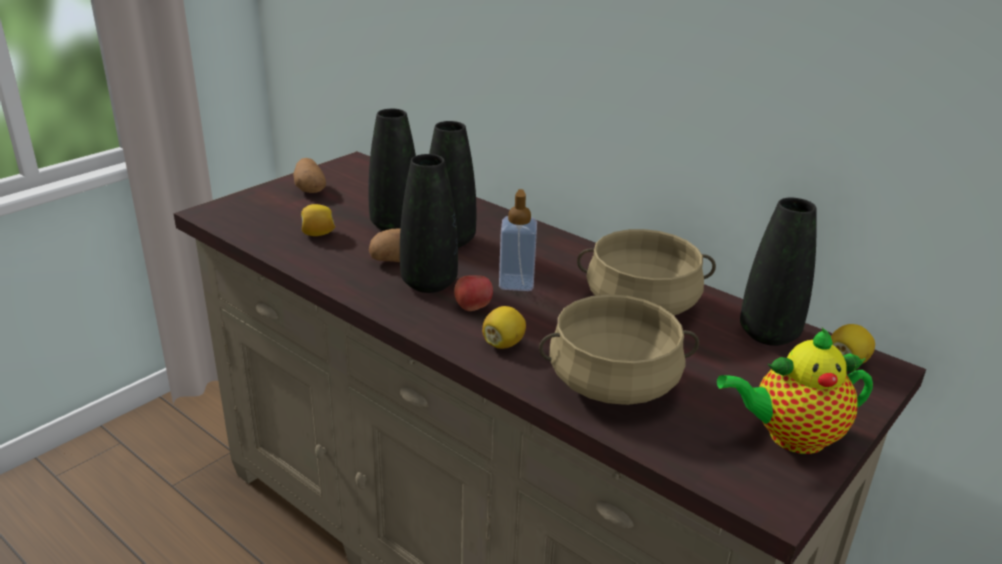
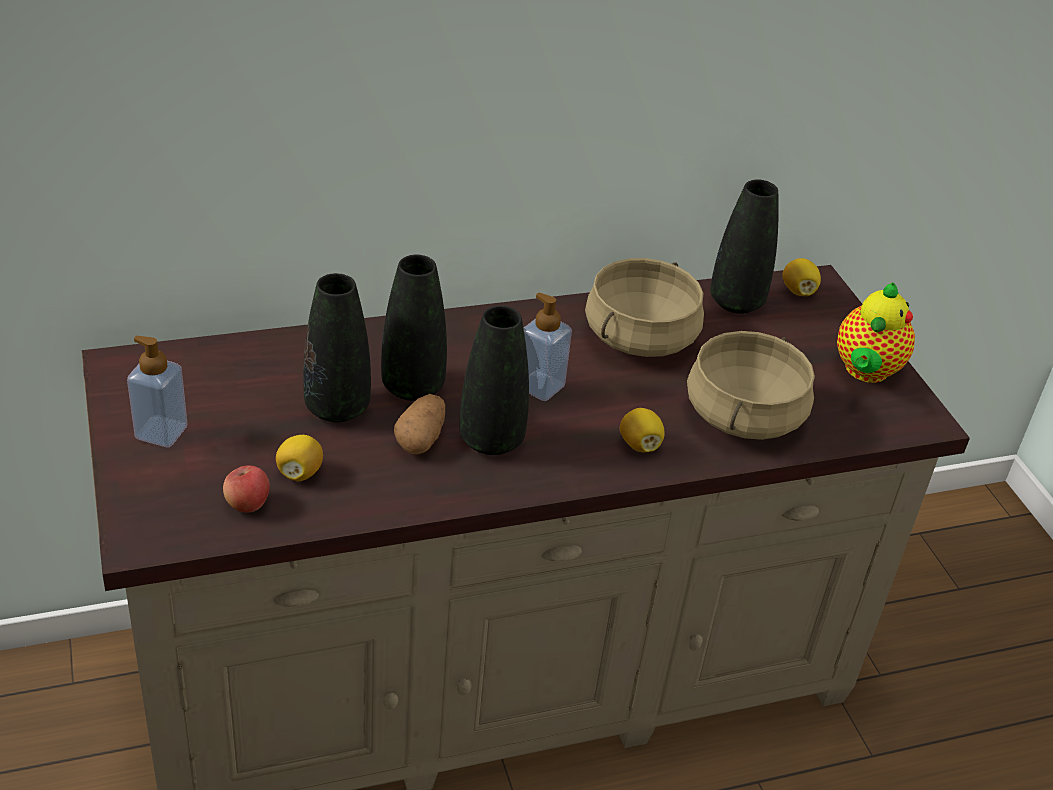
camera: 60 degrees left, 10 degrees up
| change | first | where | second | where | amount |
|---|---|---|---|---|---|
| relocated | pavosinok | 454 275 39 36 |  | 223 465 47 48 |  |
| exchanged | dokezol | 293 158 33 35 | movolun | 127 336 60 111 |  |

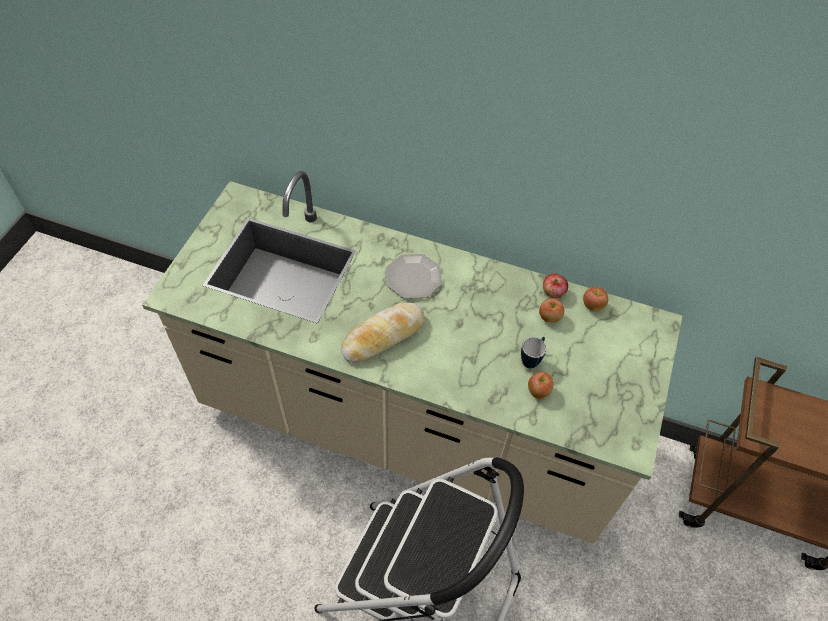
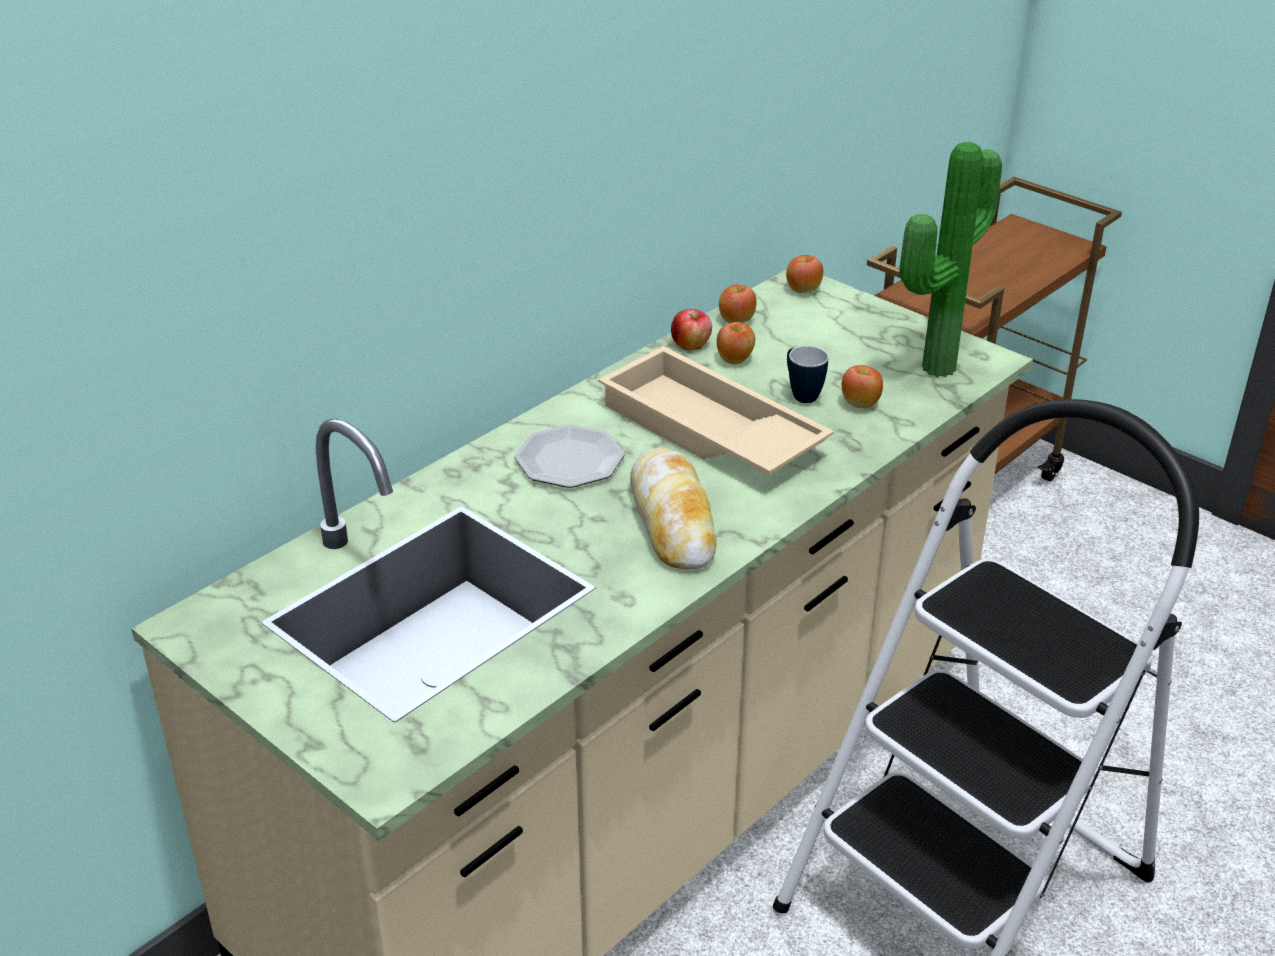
camera: 65 degrees left, 20 degrees down
| change | first | where | second | where | amount |
|---|---|---|---|---|---|
| appeared |  |  | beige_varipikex | 598 346 236 130 |  |
| appeared |  |  | pavosinok | 786 255 37 38 |  |
| appeared |  |  | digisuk | 899 142 103 235 |  |

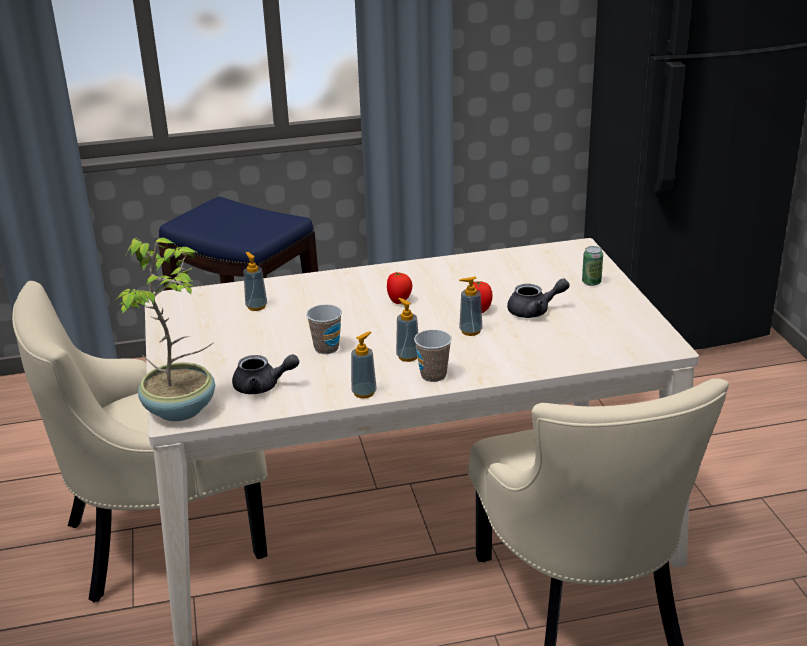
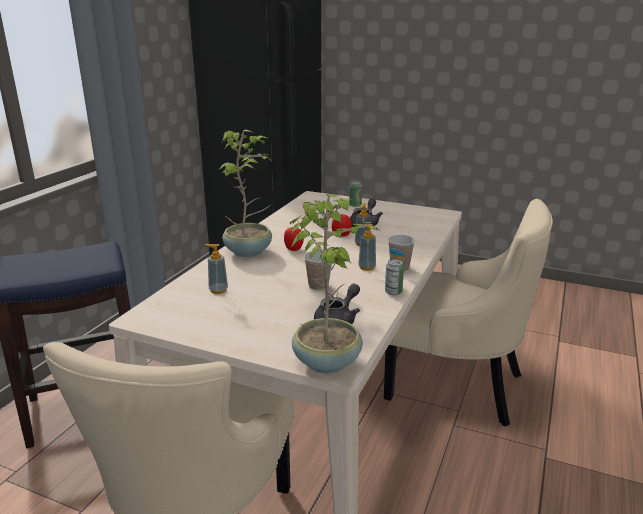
camera: 55 degrees left, 5 degrees down
| change | first | where | second | where | amount |
|---|---|---|---|---|---|
| appeared |  |  | digisuk | 217 130 55 127 |  |
| exchanged | movolun | 351 332 26 67 | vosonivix | 385 259 19 36 |  |

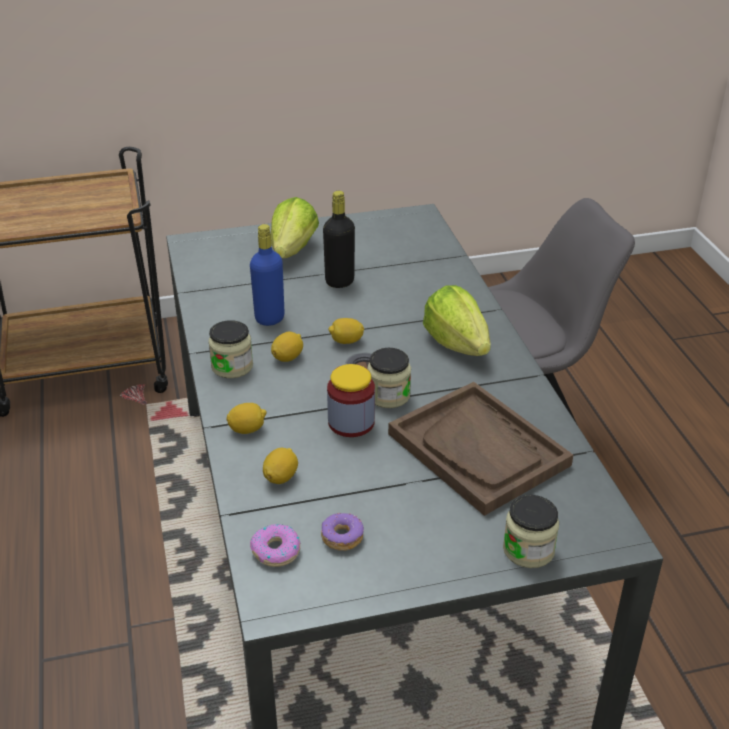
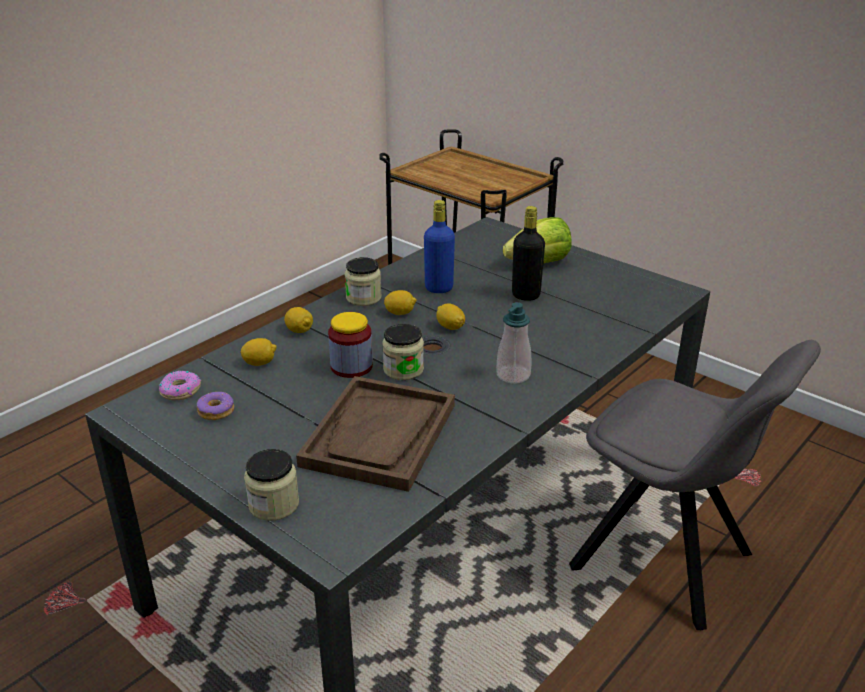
camera: 55 degrees right, 5 degrees down
| change | first | where | second | where | amount |
|---|---|---|---|---|---|
| exchanged | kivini | 423 285 68 71 | movolun | 496 302 35 81 |  |

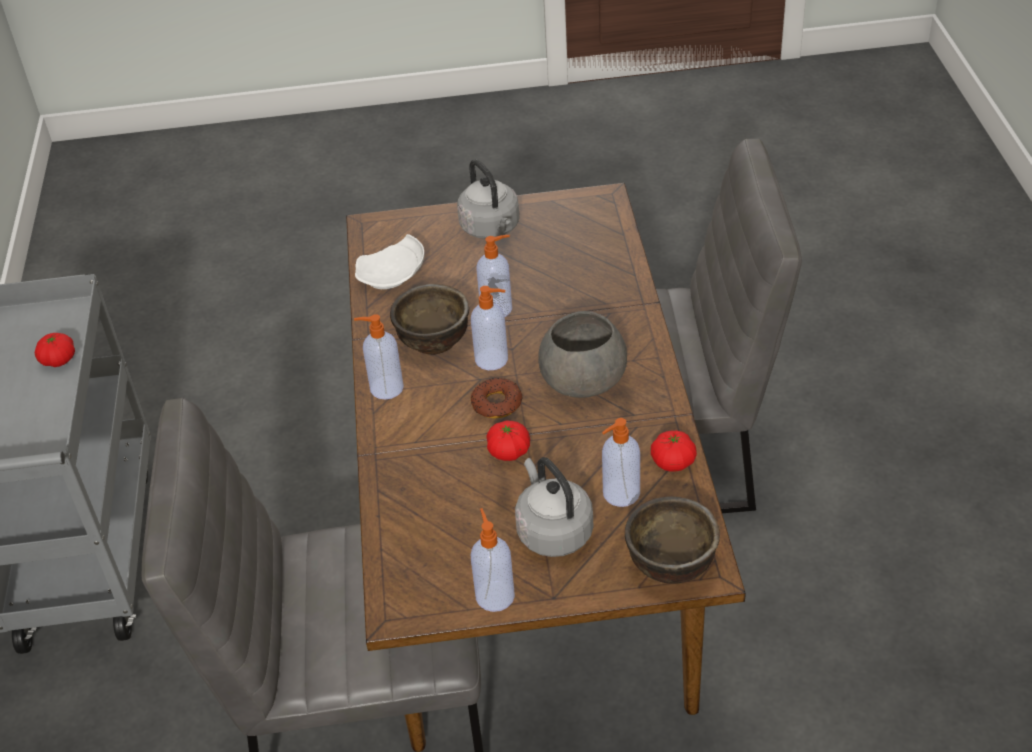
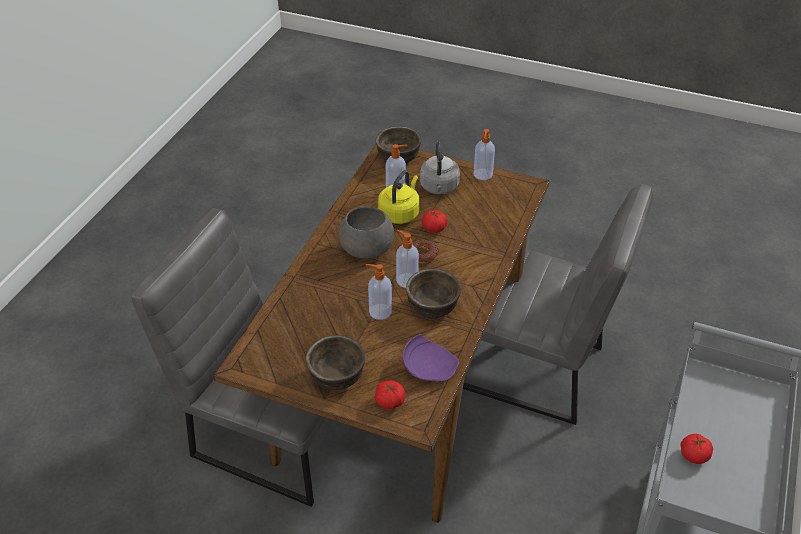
camera: 155 degrees left, 0 degrees up
| change | first | where | second | where | amount |
|---|---|---|---|---|---|
| missing | movolun | 354 314 50 86 |  |  |  |
| appeared |  |  | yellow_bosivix | 378 170 42 54 |  |
| relocated | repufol | 651 430 46 42 |  | 375 380 30 29 |  |
| exchanged | grey_bosivix | 457 159 63 80 | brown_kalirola | 306 335 59 55 |  |
| colour | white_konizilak | 355 234 70 55 | purple_konizilak | 403 334 57 47 |  |

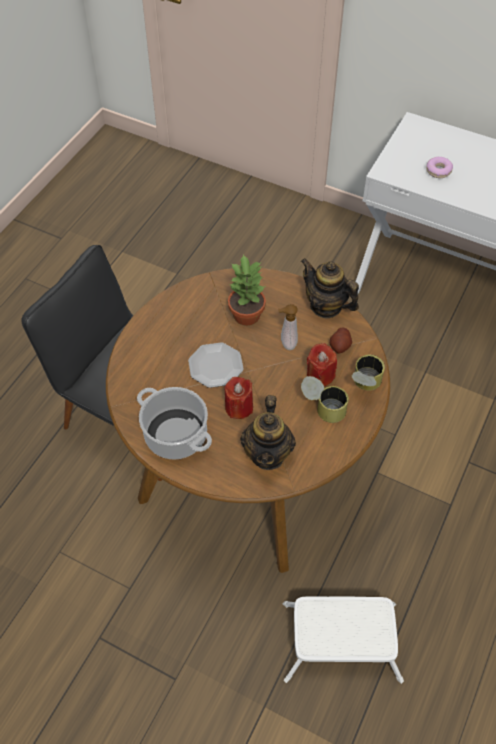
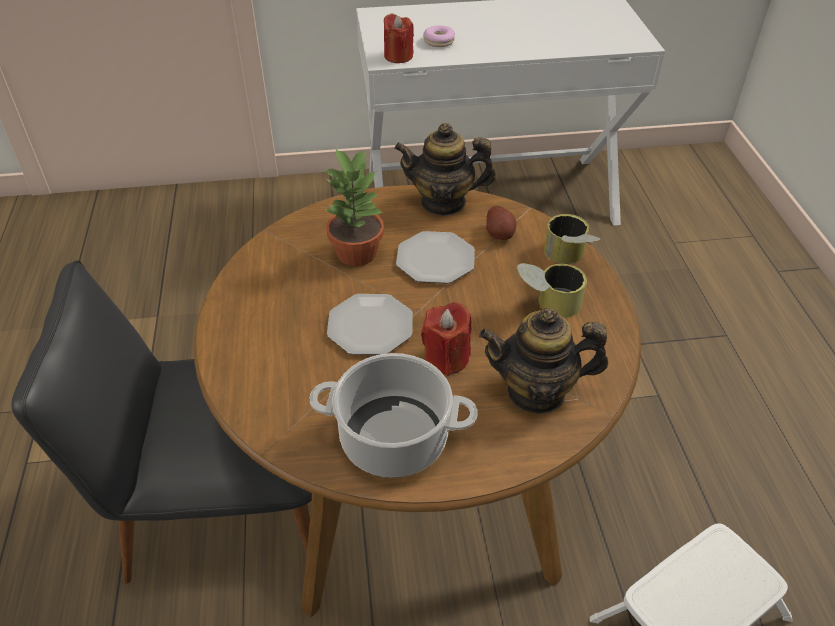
camera: 35 degrees left, 10 degrees down
| change | first | where | second | where | amount |
|---|---|---|---|---|---|
| relocated | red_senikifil | 307 343 30 43 |  | 383 14 31 49 |  |
| exchanged | movolun | 278 304 20 46 | konizilak | 396 231 79 53 |  |
| spun | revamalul | 240 395 56 75 |  | 479 307 129 107 | 120 degrees clockwise |

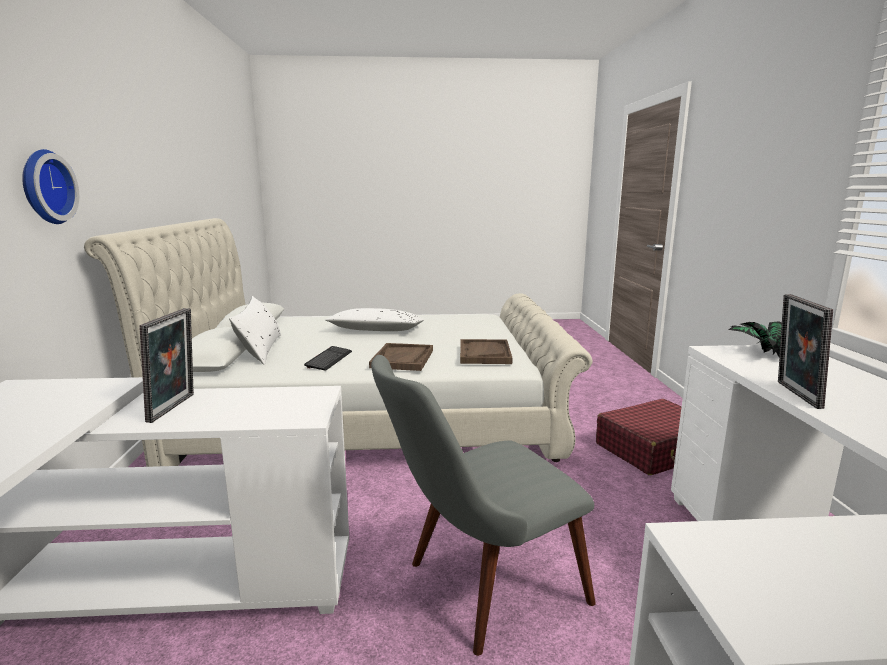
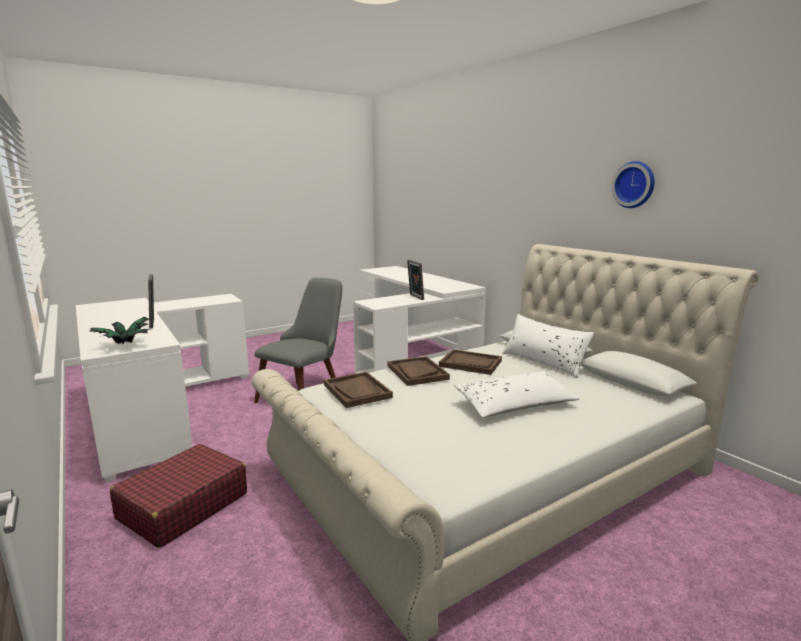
camera: 150 degrees right, 0 degrees up
| change | first | where | second | where | amount |
|---|---|---|---|---|---|
| relocated | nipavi | 22 149 57 75 |  | 611 161 44 47 |  |
| exchanged | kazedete | 304 346 48 25 | brown_varipikex | 439 349 63 26 |  |

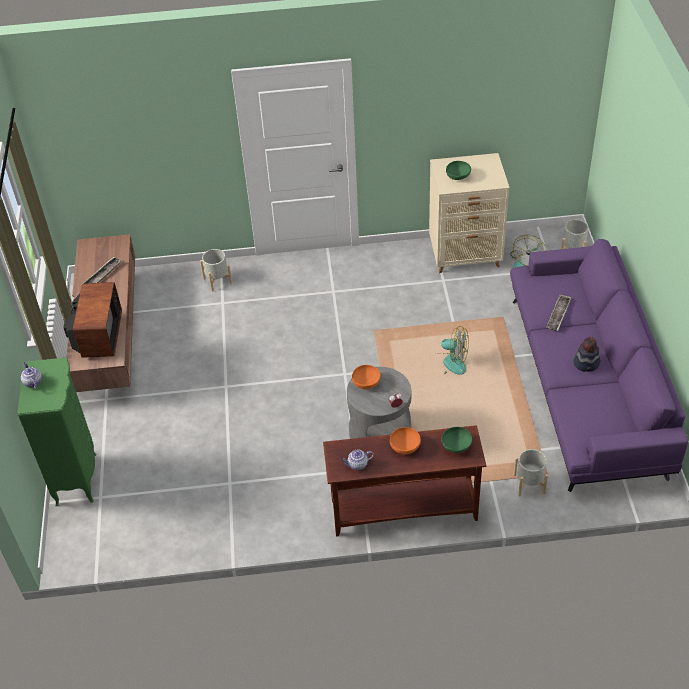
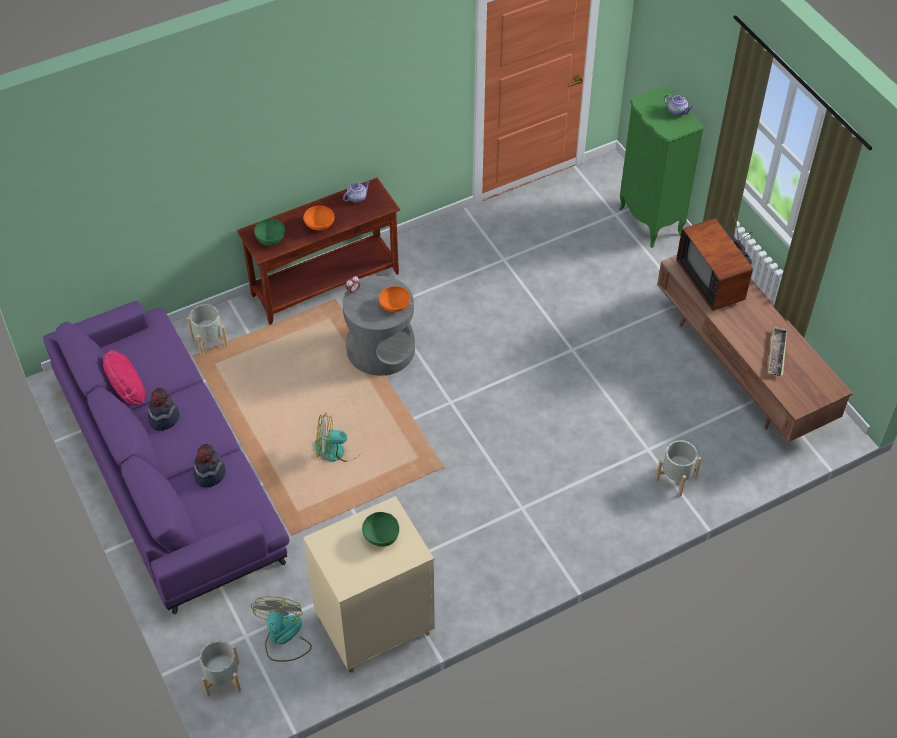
camera: 155 degrees right, 5 degrees up
| change | first | where | second | where | amount |
|---|---|---|---|---|---|
| appeared |  |  | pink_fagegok | 103 350 42 56 |  |
| exchanged | varipikex | 546 294 25 37 | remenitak | 193 444 33 44 |  |

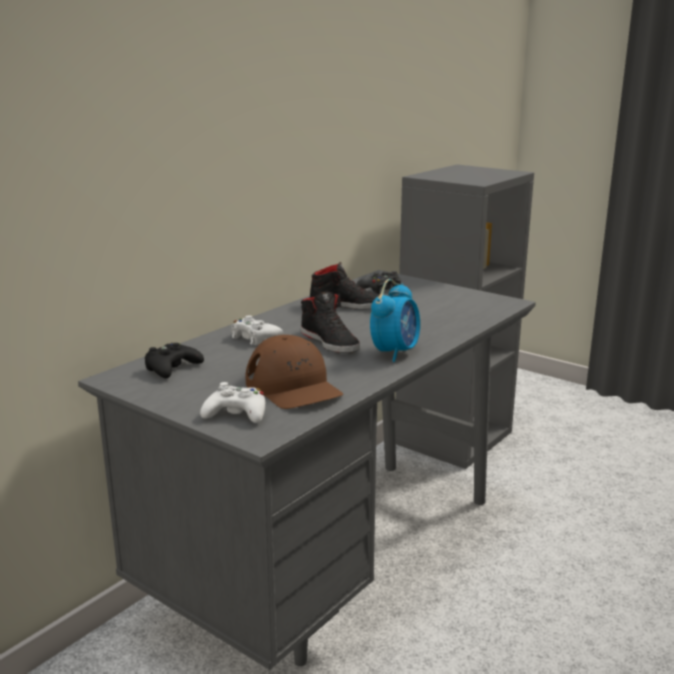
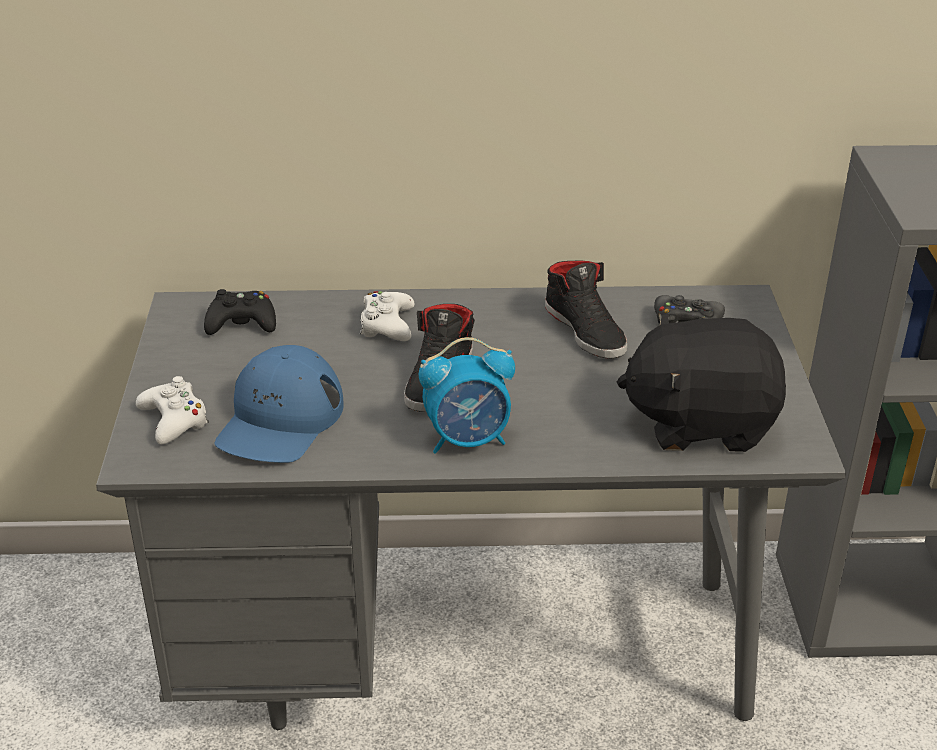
camera: 50 degrees right, 15 degrees up
| change | first | where | second | where | amount |
|---|---|---|---|---|---|
| appeared |  |  | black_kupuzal | 617 311 169 141 |  |
| colour | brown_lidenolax | 246 335 97 74 | blue_lidenolax | 215 345 129 118 |  |

